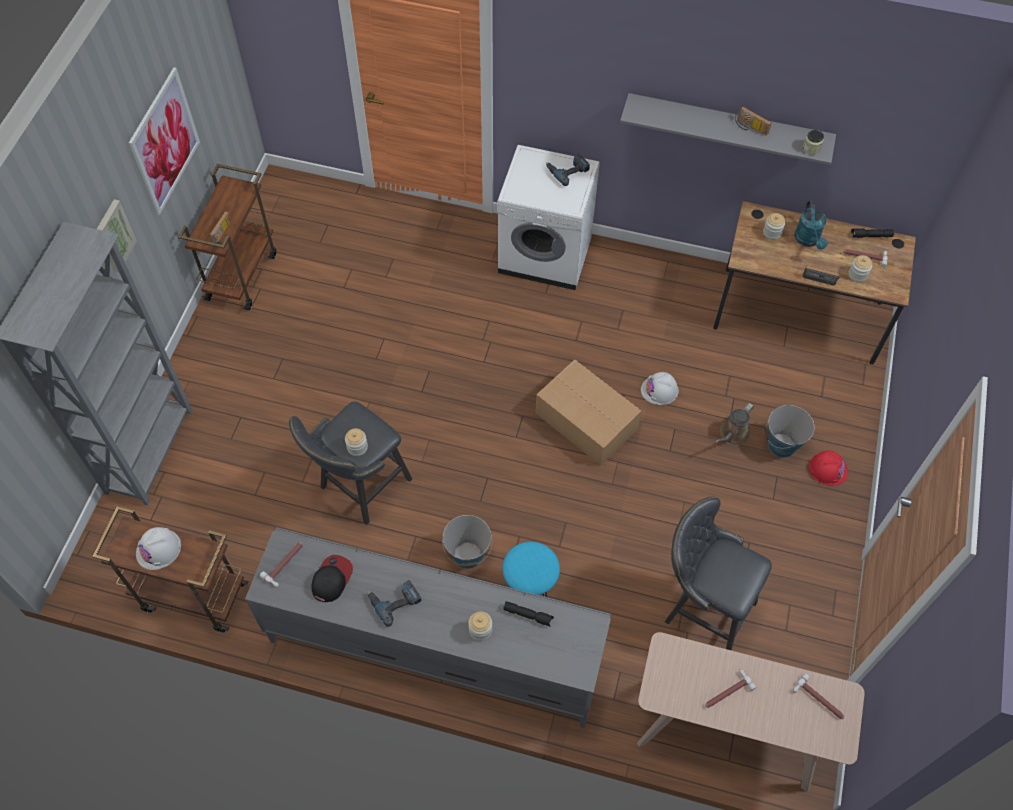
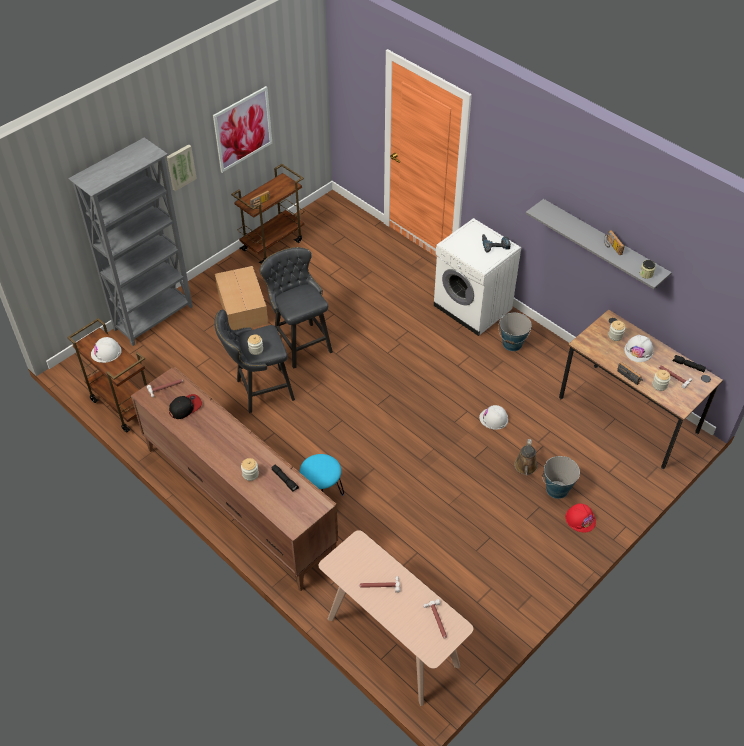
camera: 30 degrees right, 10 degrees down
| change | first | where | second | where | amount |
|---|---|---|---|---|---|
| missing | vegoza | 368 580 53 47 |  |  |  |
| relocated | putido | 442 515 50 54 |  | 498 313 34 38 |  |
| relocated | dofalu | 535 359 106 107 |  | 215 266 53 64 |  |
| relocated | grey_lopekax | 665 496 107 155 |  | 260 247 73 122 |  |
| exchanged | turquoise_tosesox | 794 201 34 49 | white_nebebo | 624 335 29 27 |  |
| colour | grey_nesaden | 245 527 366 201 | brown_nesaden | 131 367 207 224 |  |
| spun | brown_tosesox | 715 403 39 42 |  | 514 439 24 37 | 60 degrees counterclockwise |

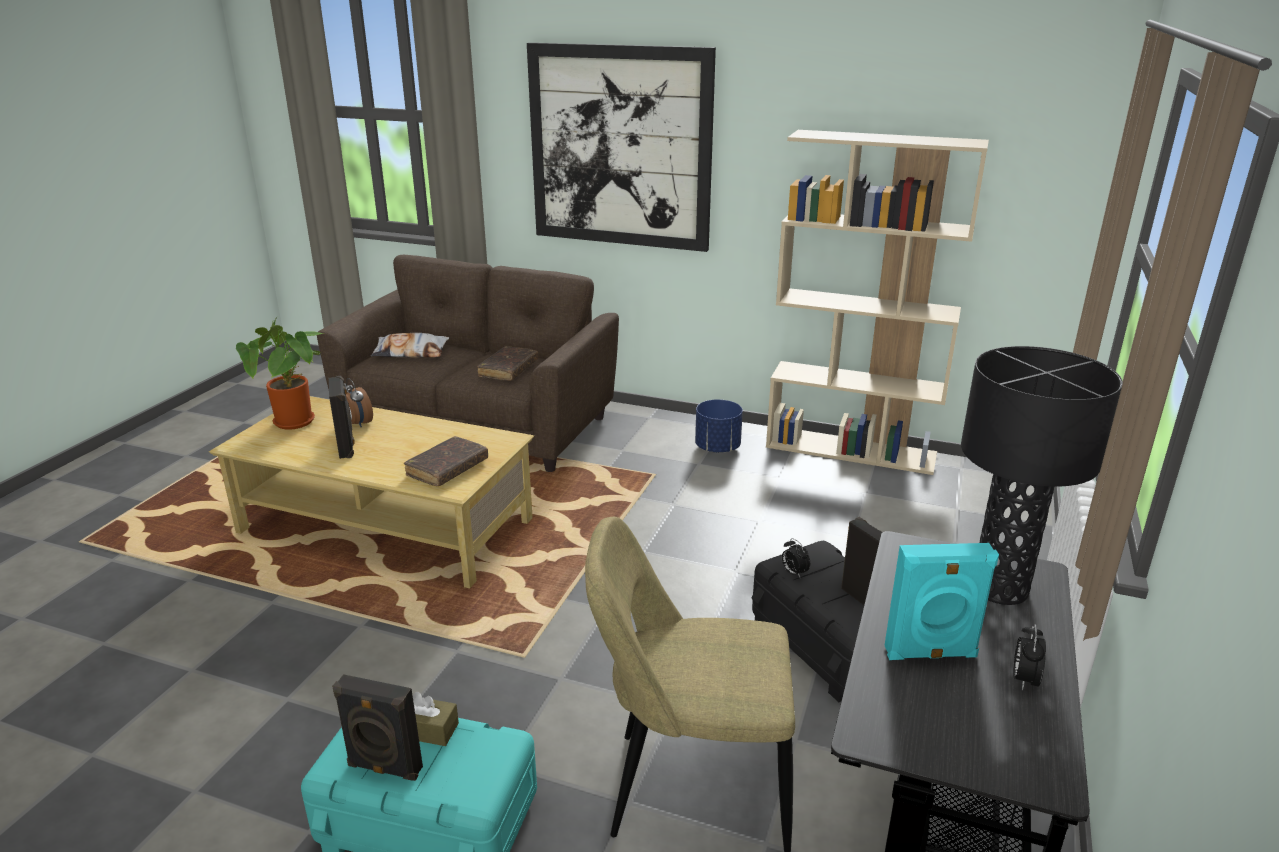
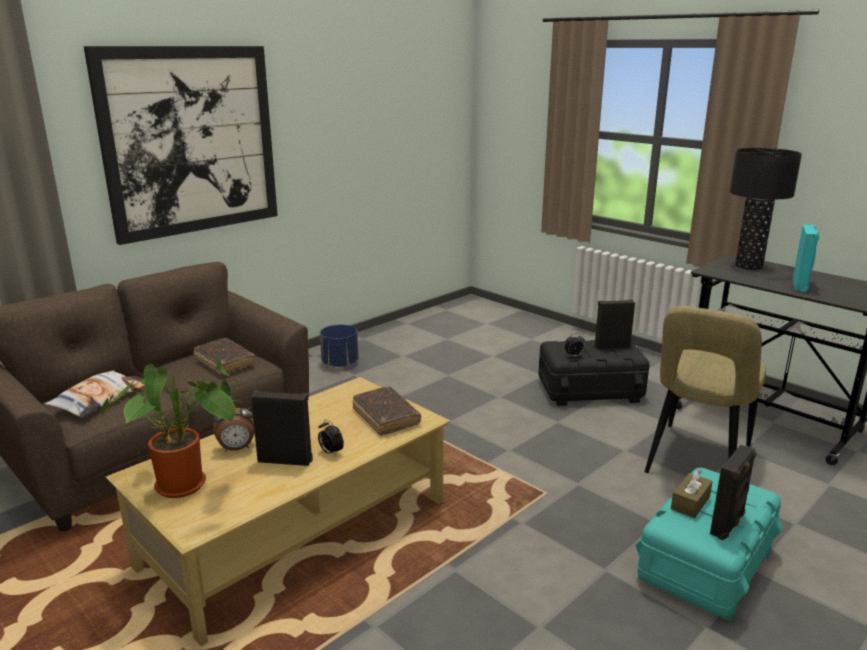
camera: 65 degrees left, 5 degrees down
| change | first | where | second | where | amount |
|---|---|---|---|---|---|
| missing | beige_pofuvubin | 766 130 223 345 |  |  |  |
| relocated | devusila | 1013 624 33 67 |  | 318 419 26 37 |  |

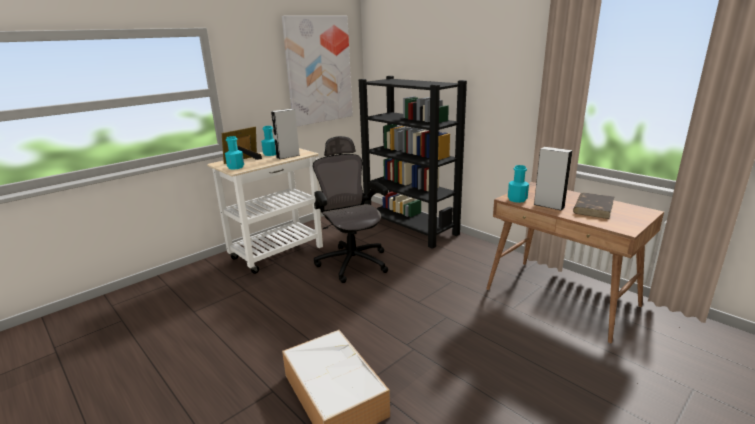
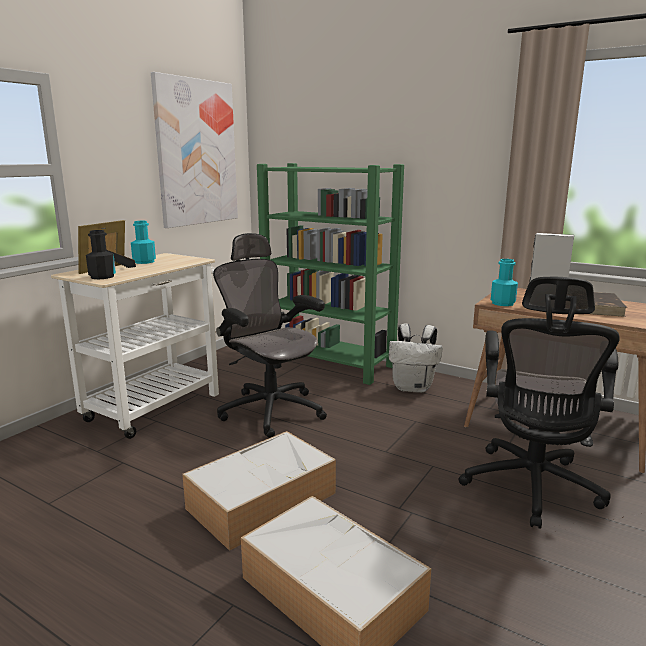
camera: 15 degrees left, 5 degrees down
| change | first | where | second | where | amount |
|---|---|---|---|---|---|
| missing | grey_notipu | 271 109 29 50 |  |  |  |
| appeared |  |  | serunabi | 182 431 154 120 |  |
| appeared |  |  | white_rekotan | 389 324 54 69 |  |
| appeared |  |  | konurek | 458 277 162 252 |  |
| colour | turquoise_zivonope | 225 136 19 34 | black_zivonope | 86 230 30 49 |  |
| colour | black_pofuvubin | 359 76 108 173 | green_pofuvubin | 257 163 147 222 |  |

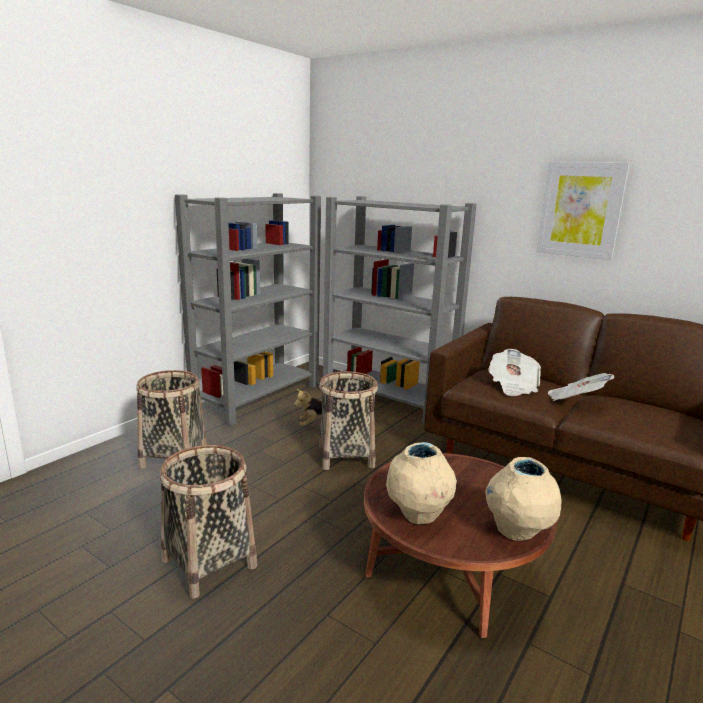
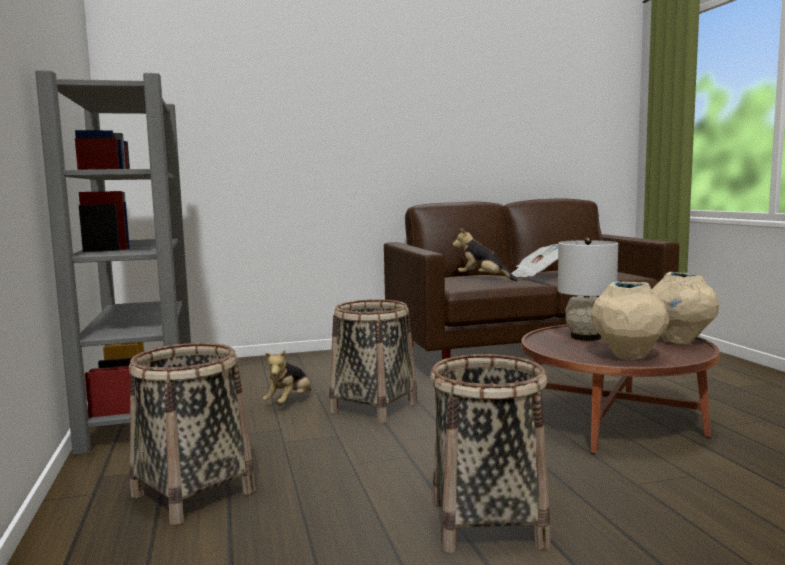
camera: 50 degrees left, 10 degrees down
| change | first | where | second | where | amount |
|---|---|---|---|---|---|
| missing | grey_pofuvubin | 323 196 154 228 |  |  |  |
| missing | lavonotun | 537 162 93 98 |  |  |  |
| appeared |  |  | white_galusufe | 558 238 60 103 |  |
| exchanged | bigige | 488 349 53 47 | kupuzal | 453 228 65 53 |  |

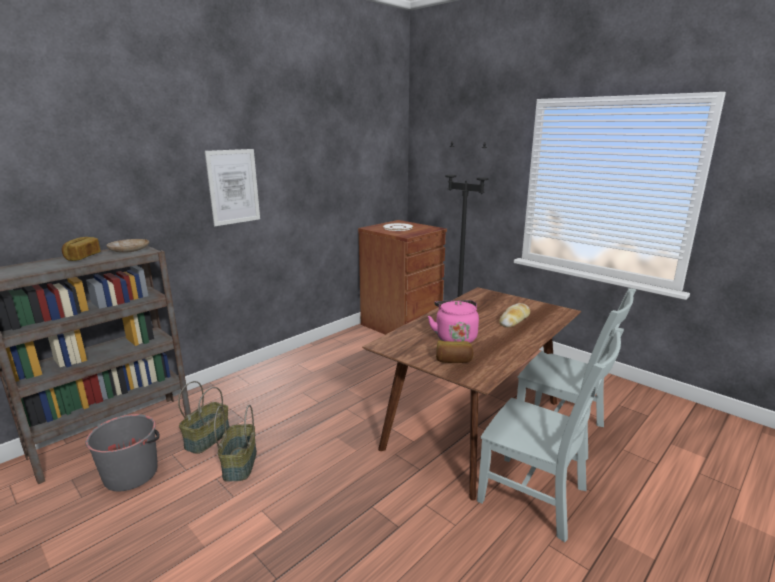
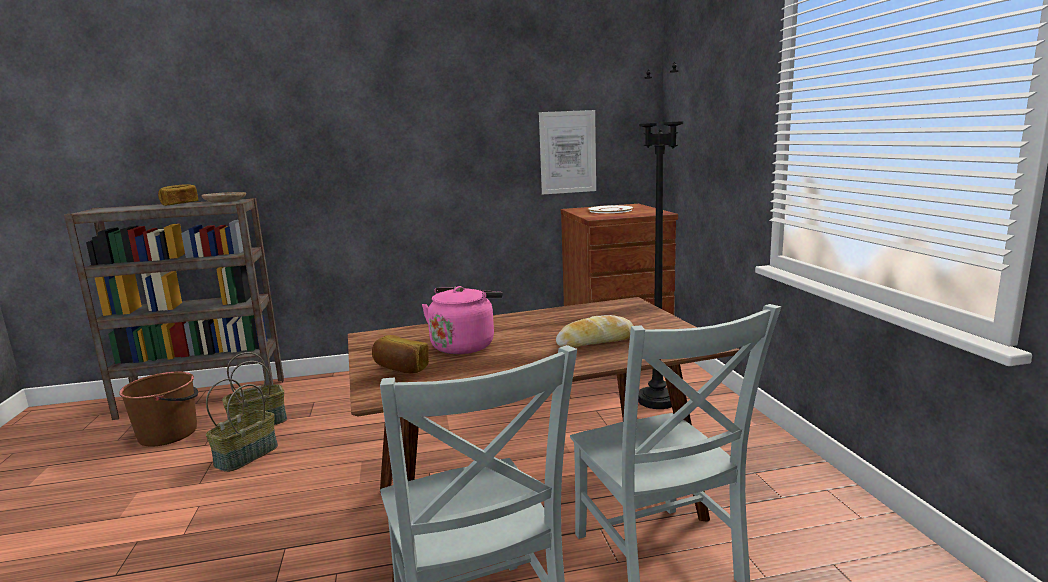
camera: 35 degrees right, 5 degrees down
| change | first | where | second | where | amount |
|---|---|---|---|---|---|
| relocated | lavonotun | 205 149 55 77 |  | 539 110 57 85 |  |
| colour | grey_putido | 85 414 75 77 | brown_putido | 119 372 79 74 |  |

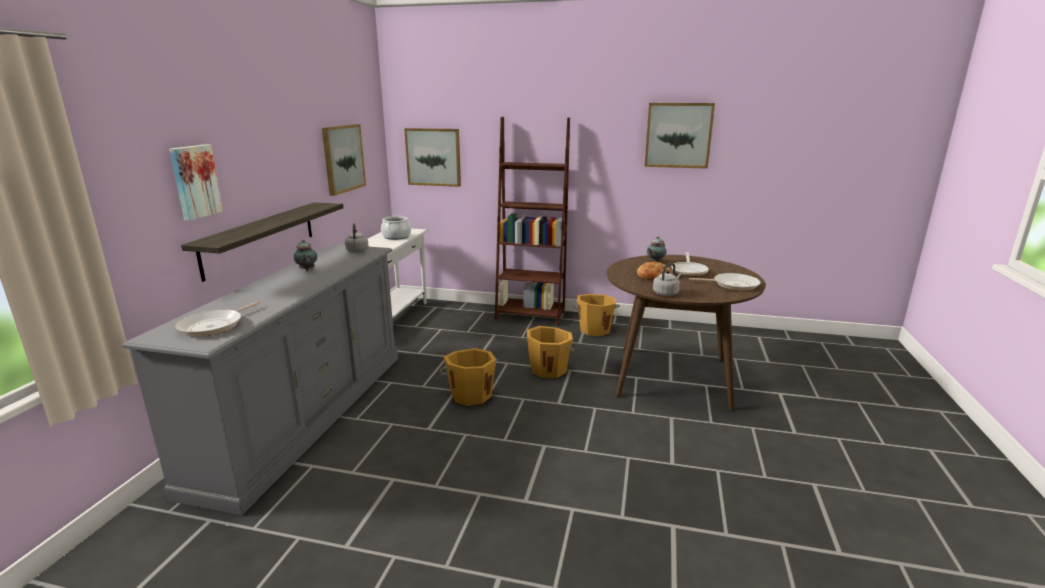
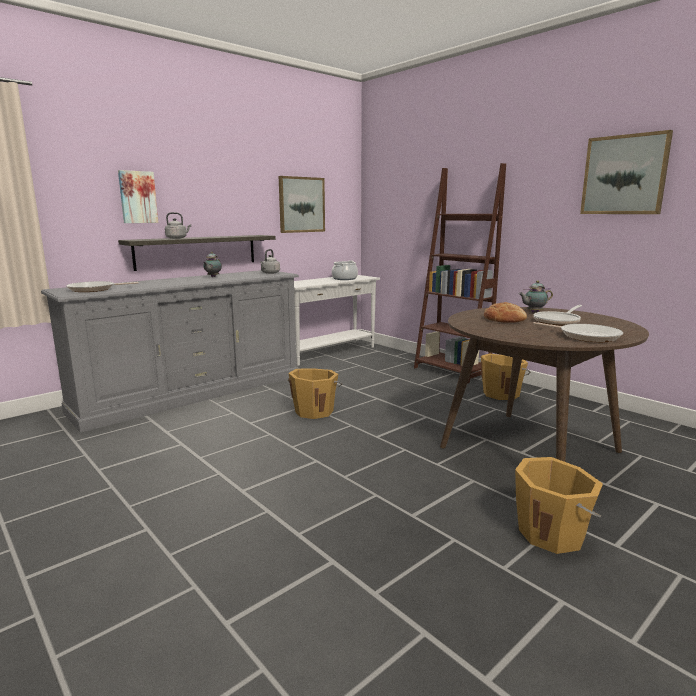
camera: 35 degrees right, 5 degrees down
| change | first | where | second | where | amount |
|---|---|---|---|---|---|
| missing | lavonotun | 404 128 57 59 |  |  |  |
| relocated | orange_putido | 527 326 48 52 |  | 515 457 88 97 |  |
| relocated | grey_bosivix | 653 263 28 33 |  | 165 212 26 27 |  |

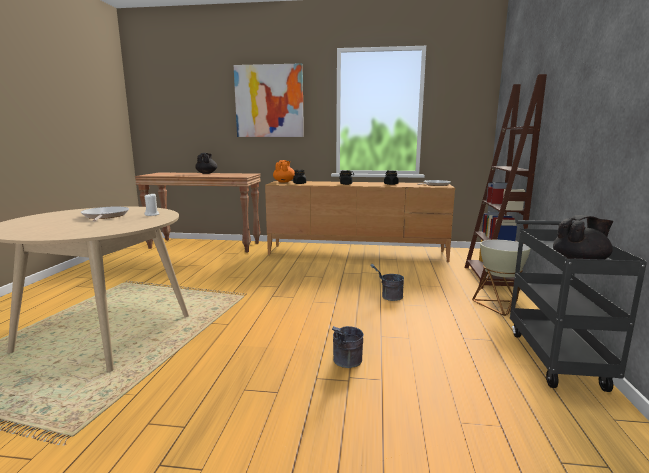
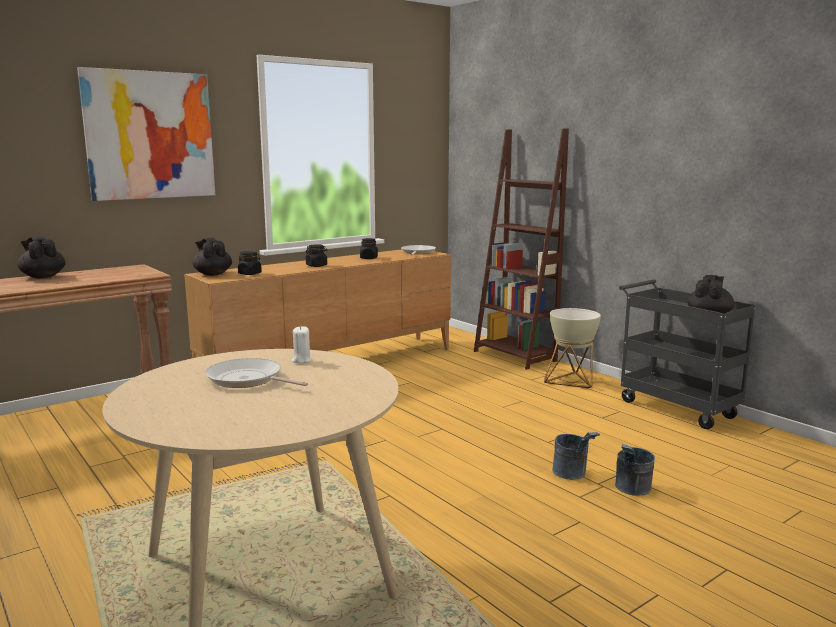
camera: 45 degrees left, 0 degrees up
| change | first | where | second | where | amount |
|---|---|---|---|---|---|
| relocated | grey_putido | 370 264 34 37 |  | 615 444 40 52 |  |
| colour | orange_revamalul | 273 160 22 22 | black_revamalul | 192 238 40 38 |  |

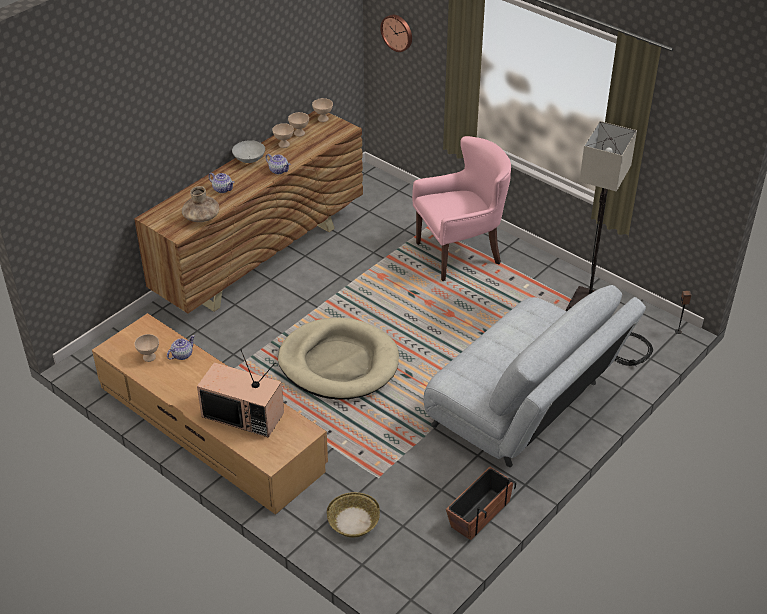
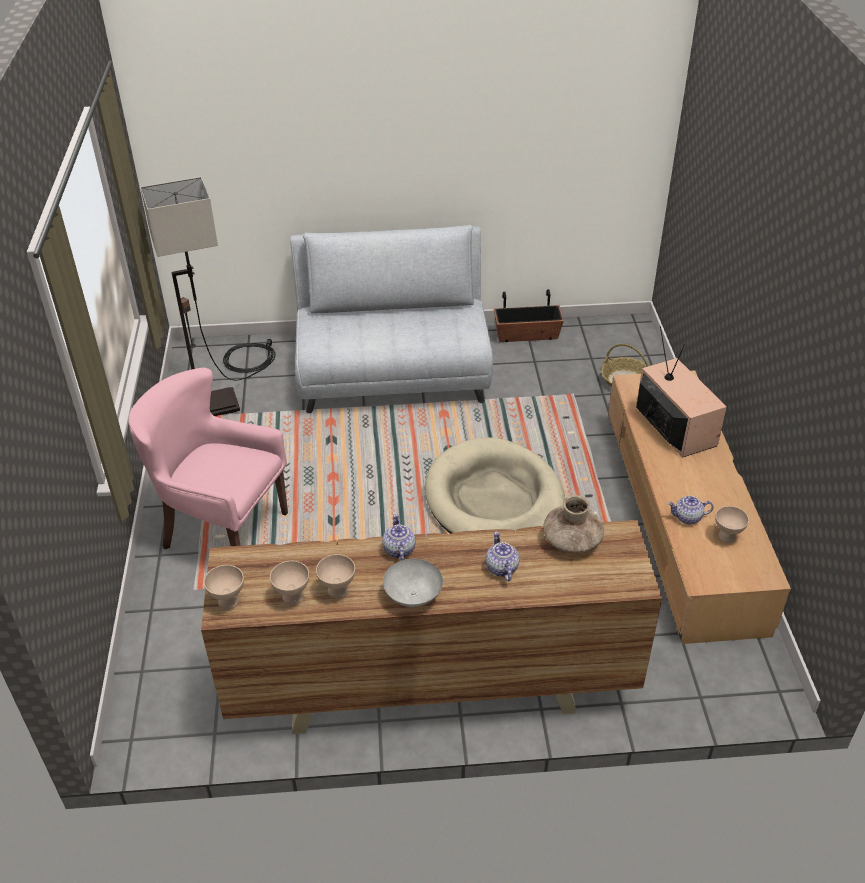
camera: 135 degrees left, 0 degrees up
| change | first | where | second | where | amount |
|---|---|---|---|---|---|
| missing | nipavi | 380 14 32 38 |  |  |  |

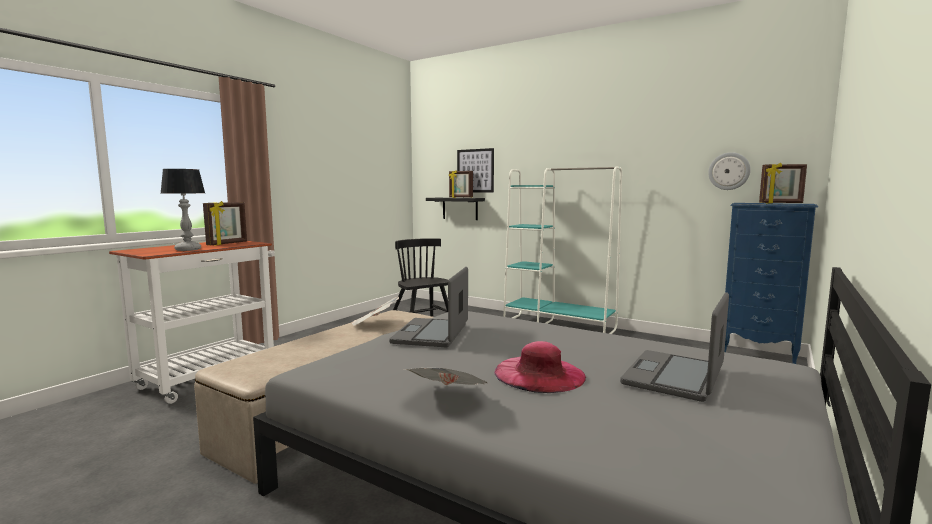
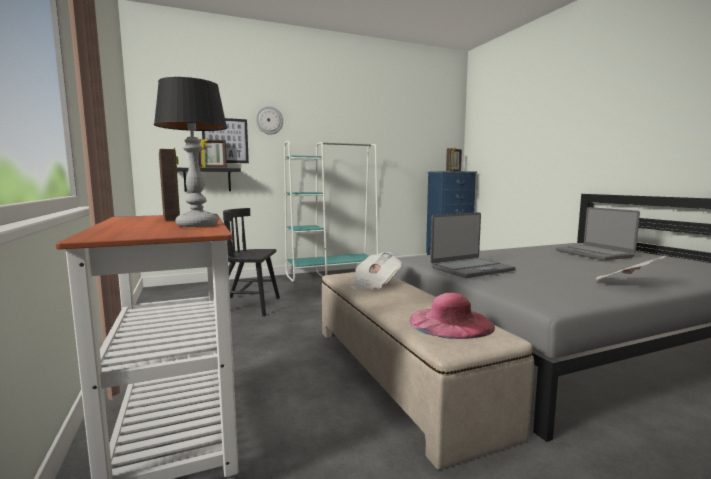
camera: 55 degrees left, 0 degrees up
| change | first | where | second | where | amount |
|---|---|---|---|---|---|
| relocated | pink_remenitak | 495 341 91 52 |  | 410 293 85 46 |  |
| relocated | nipavi | 708 152 43 38 |  | 256 106 27 29 |  |
| spun | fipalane | 389 267 79 80 |  | 430 212 85 66 | 75 degrees counterclockwise |

